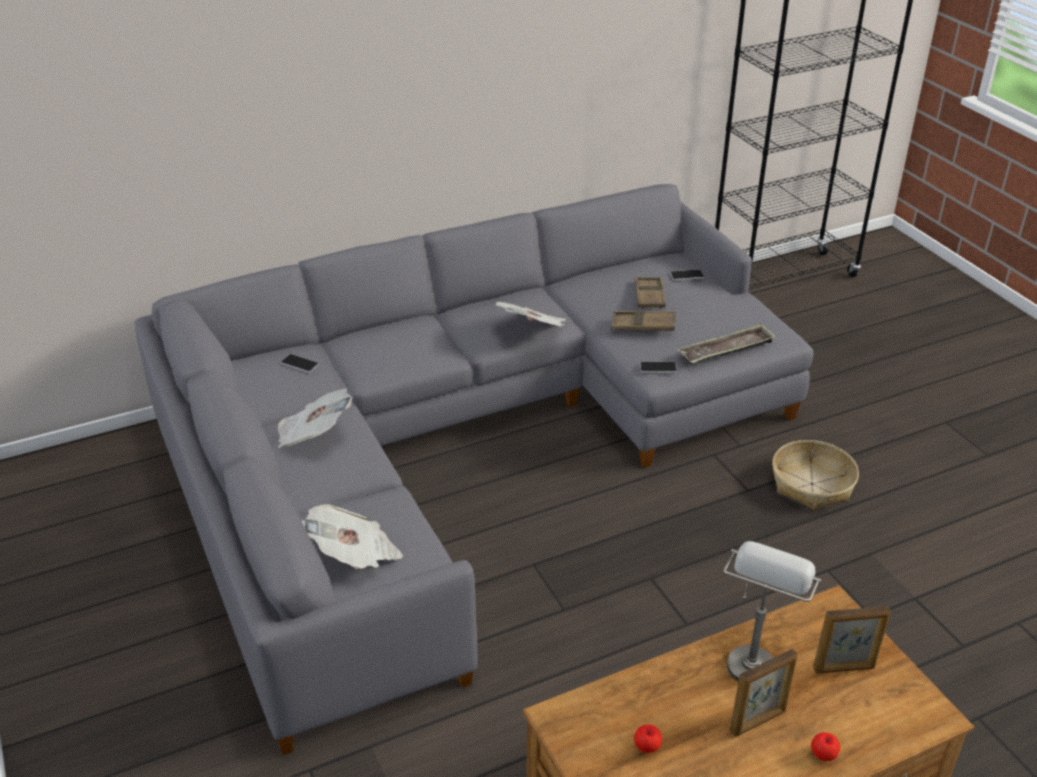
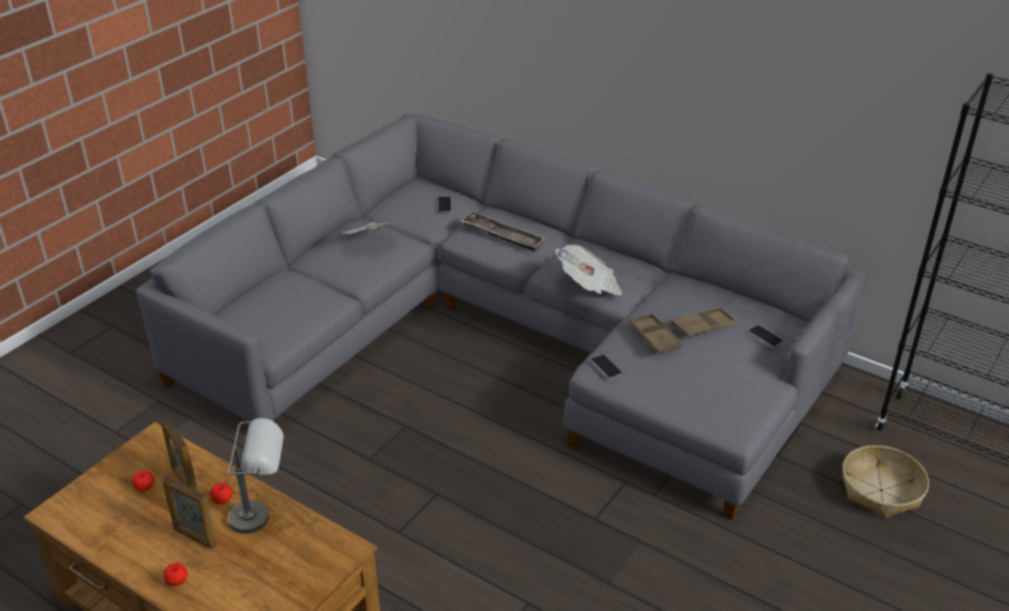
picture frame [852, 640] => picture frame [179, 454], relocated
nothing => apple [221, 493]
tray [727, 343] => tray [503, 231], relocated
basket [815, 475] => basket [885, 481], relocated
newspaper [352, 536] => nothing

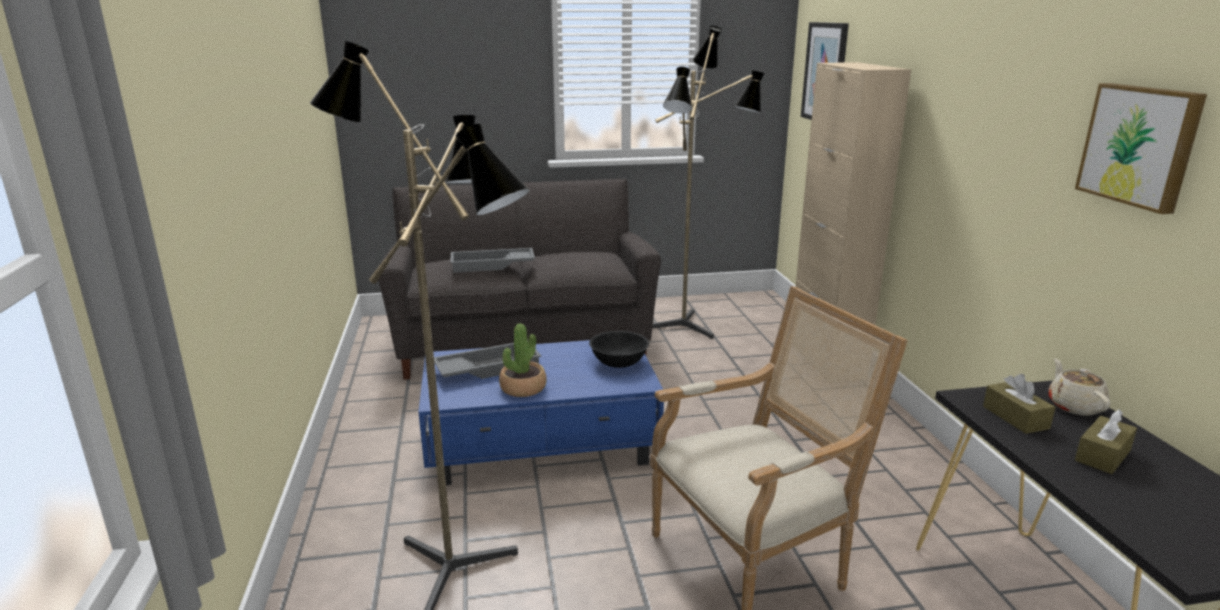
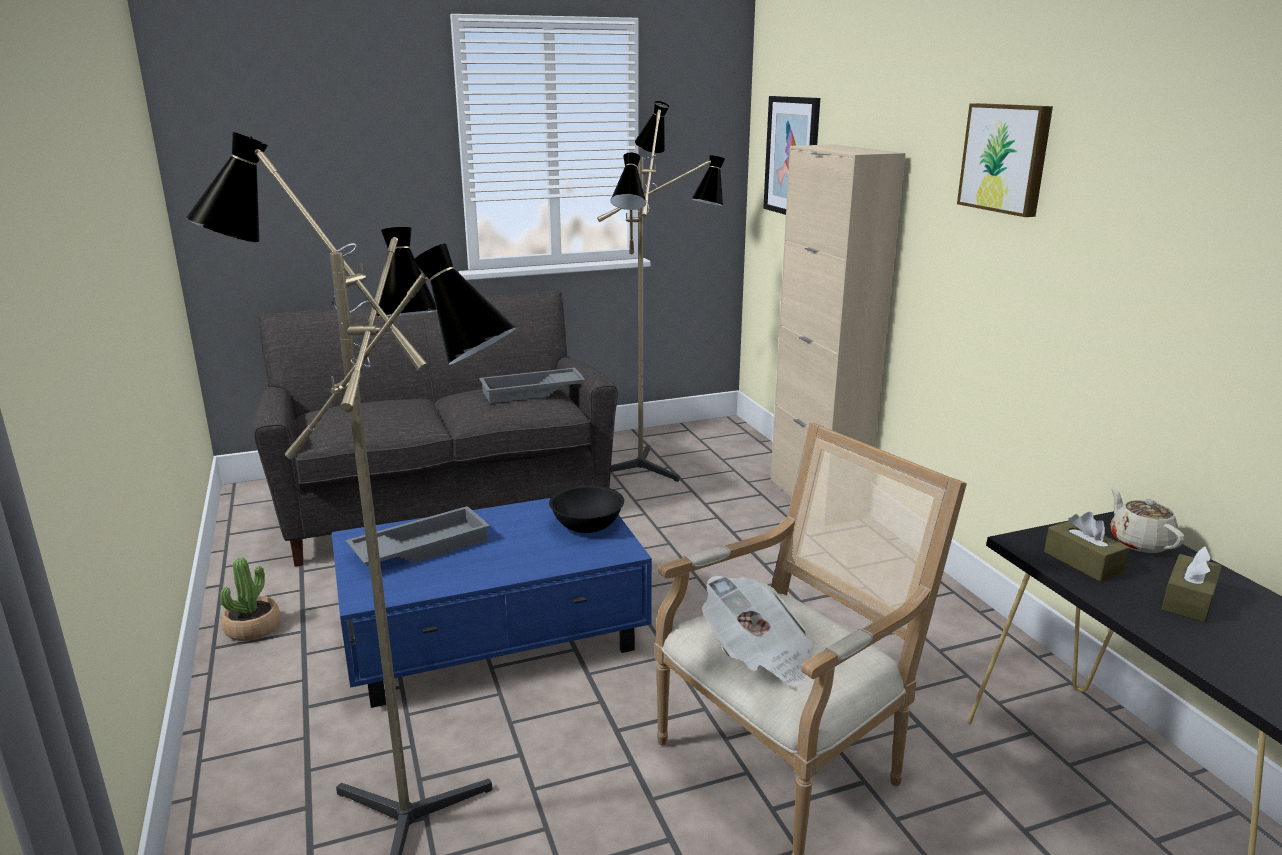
potted plant [523, 360] => potted plant [250, 599], relocated
grey tray [492, 260] => grey tray [532, 385], relocated
nothing => newspaper [758, 631]
picture [1141, 148] => picture [1005, 160], relocated

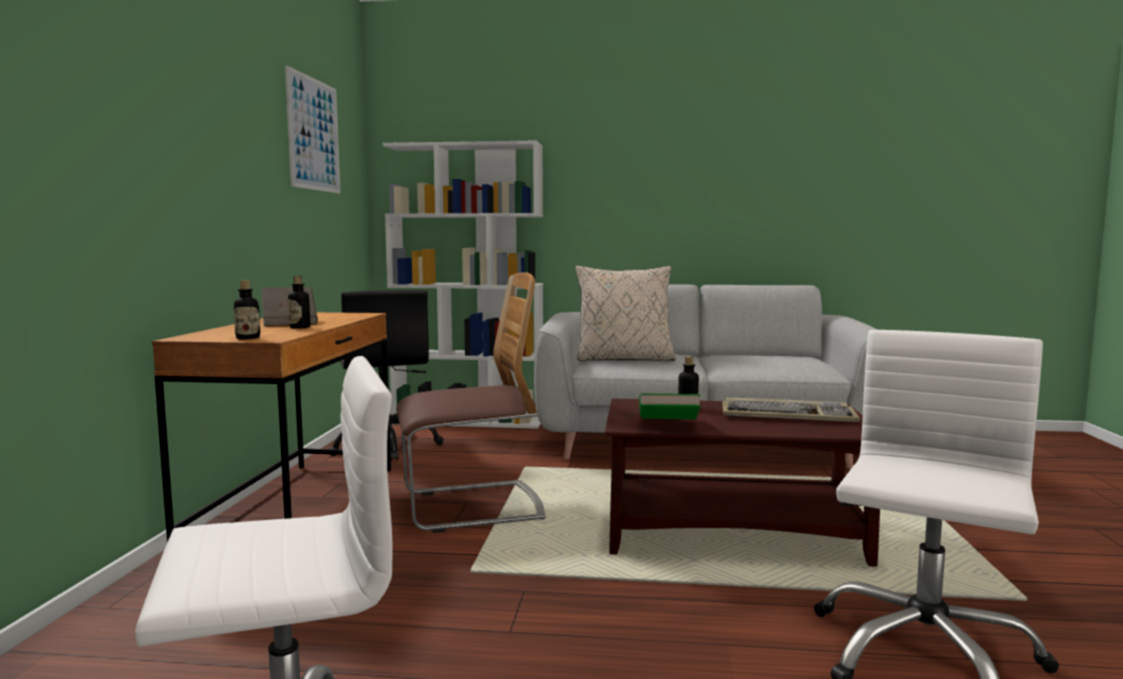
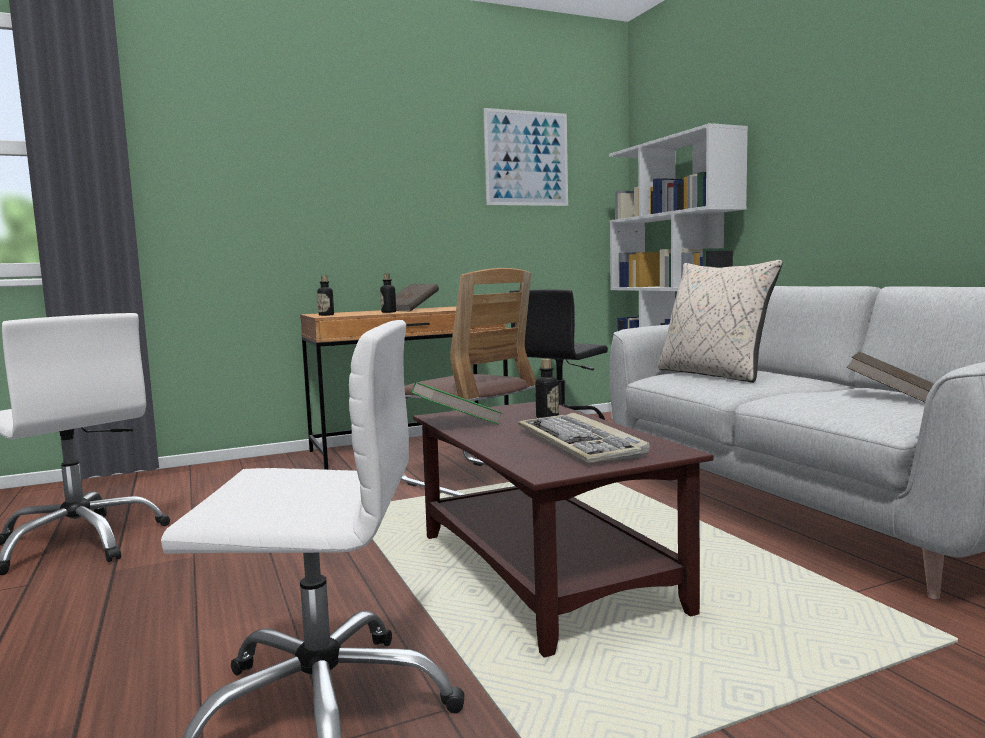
nothing => brown book [890, 376]

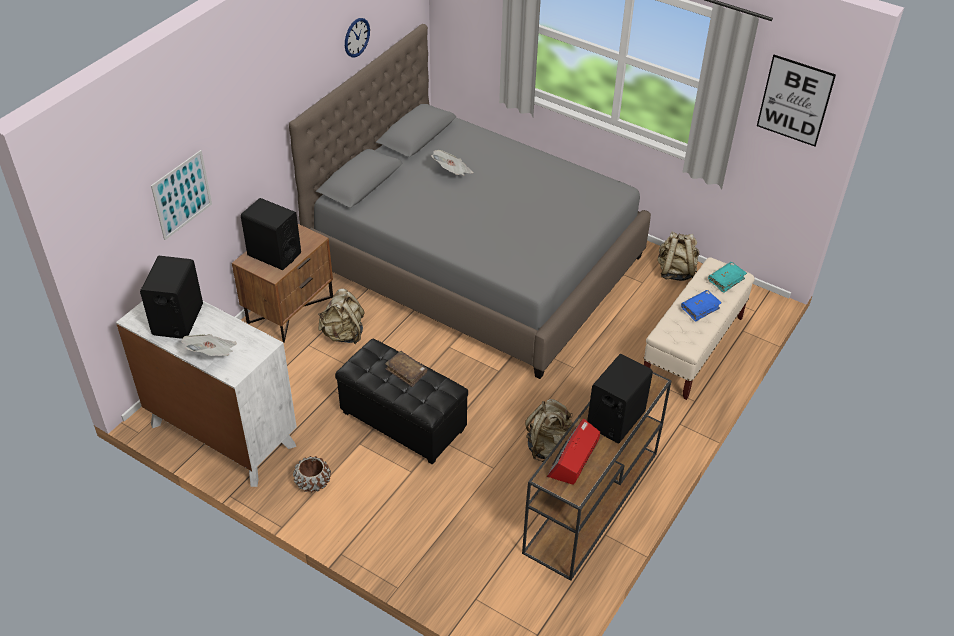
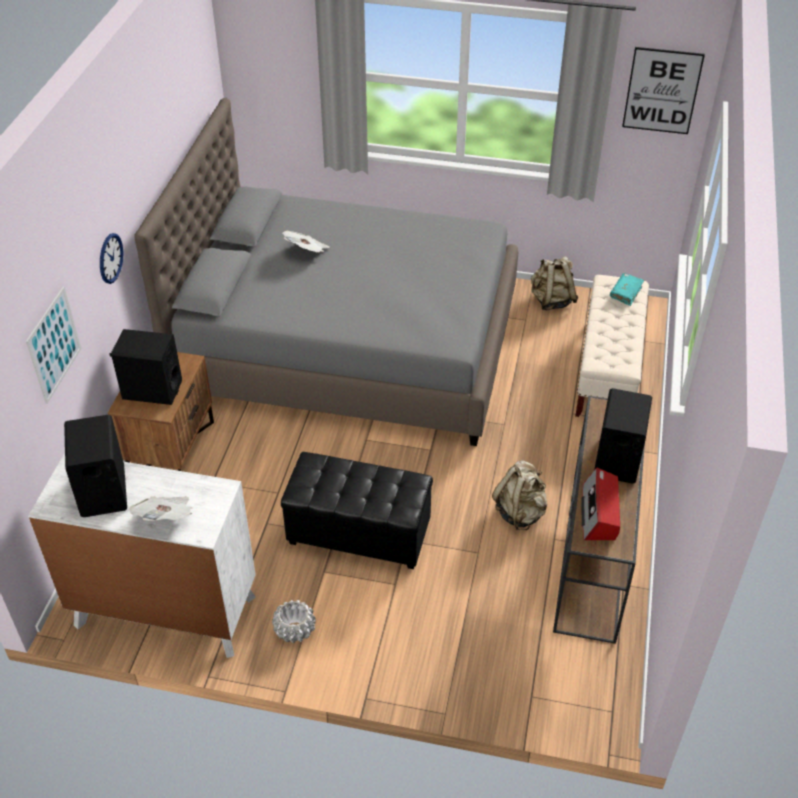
wall clock [357, 37] => wall clock [111, 258], relocated
brown planter [312, 474] => white planter [294, 621]
beige backpack [341, 316] => nothing
brown book [406, 369] => nothing
blue book [701, 306] => nothing

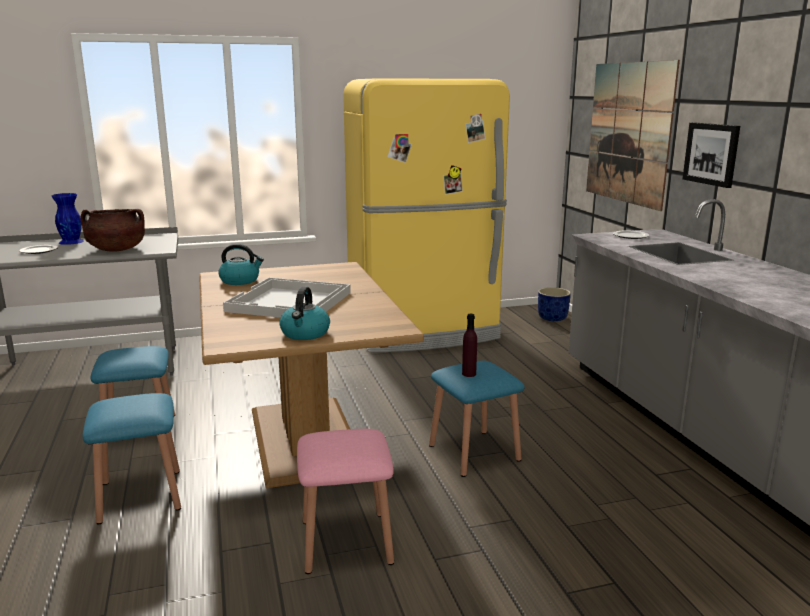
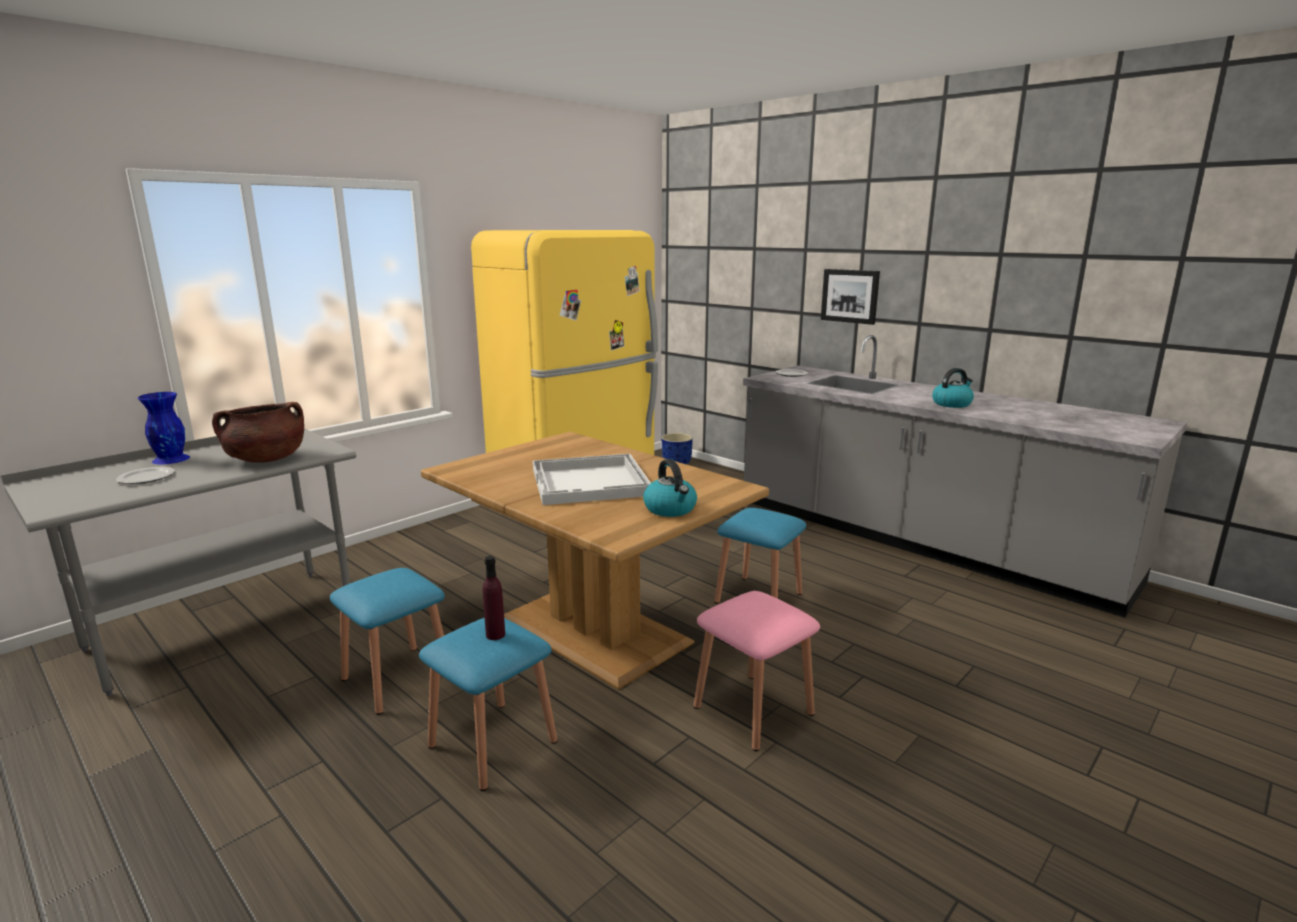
purple bottle [469, 345] => purple bottle [494, 598], relocated
kettle [241, 264] => kettle [953, 388], relocated
picture [633, 135] => nothing

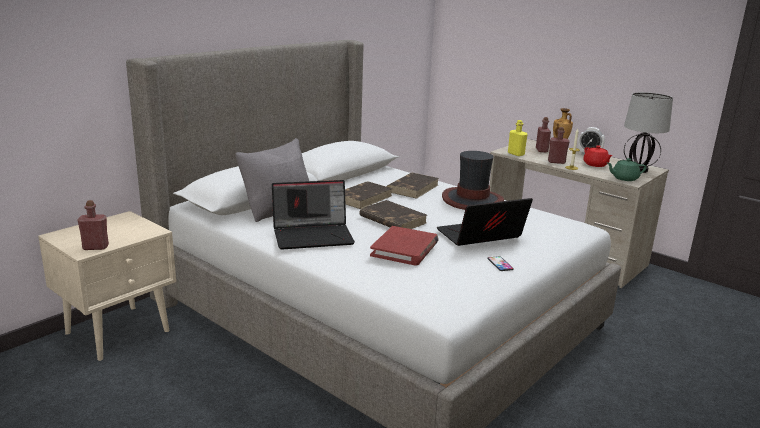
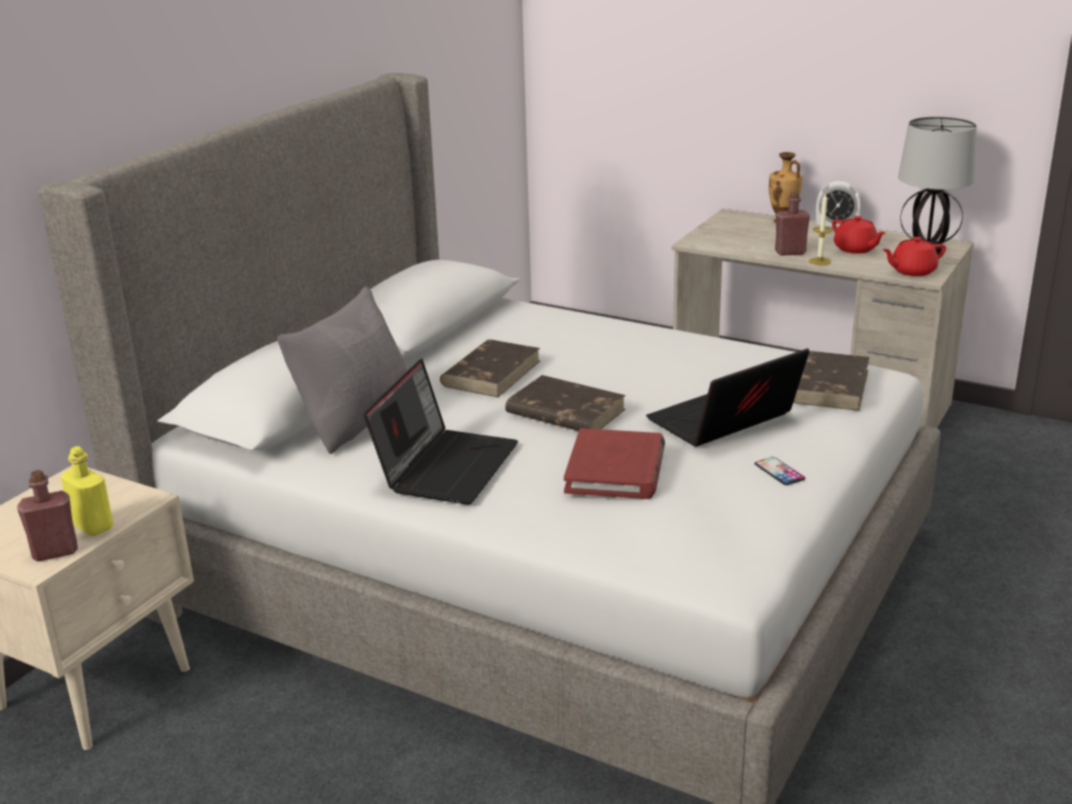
yellow bottle [518, 138] => yellow bottle [87, 491], relocated
laptop [313, 215] => laptop [440, 432], 45 degrees counterclockwise
brown book [412, 186] => brown book [831, 381], relocated
green teapot [627, 169] => red teapot [914, 256]
hat [473, 180] => nothing
red bottle [543, 134] => nothing

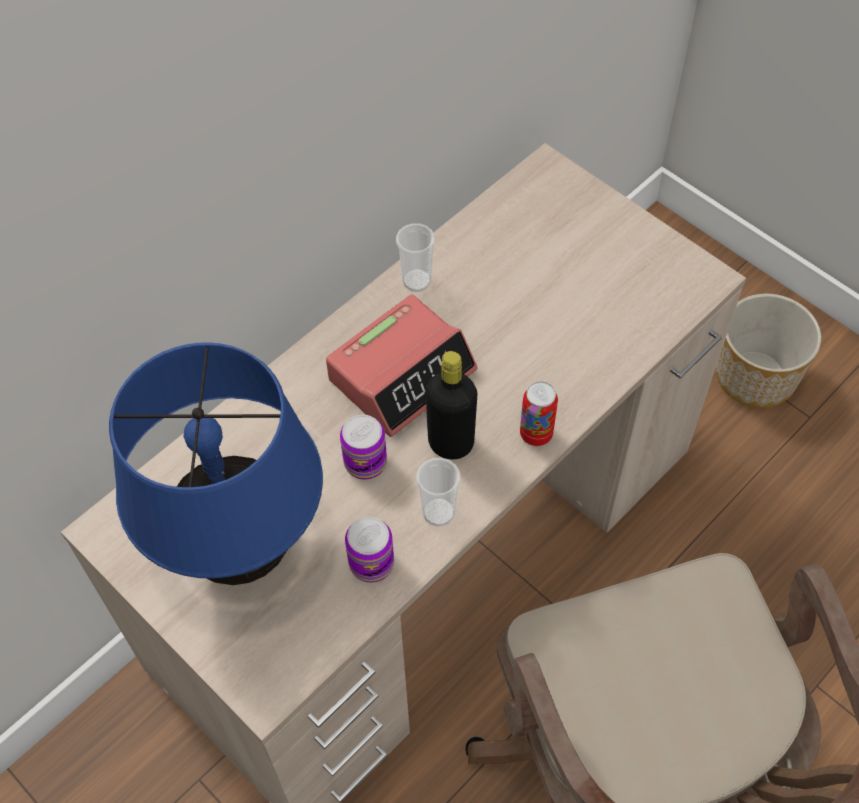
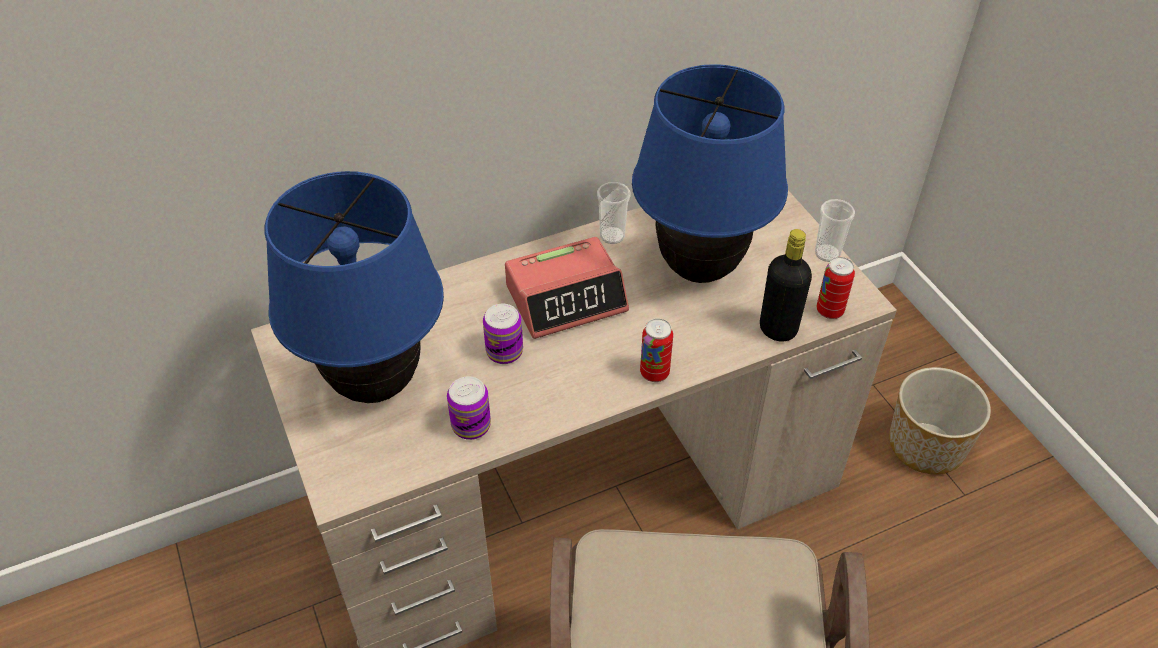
nothing => blue table lamp [710, 173]
black bottle [451, 405] => black bottle [786, 285], relocated
cup [438, 492] => cup [835, 230], relocated
nothing => can [836, 288]

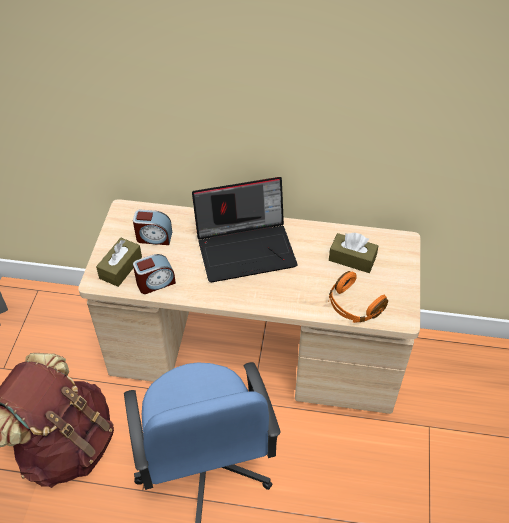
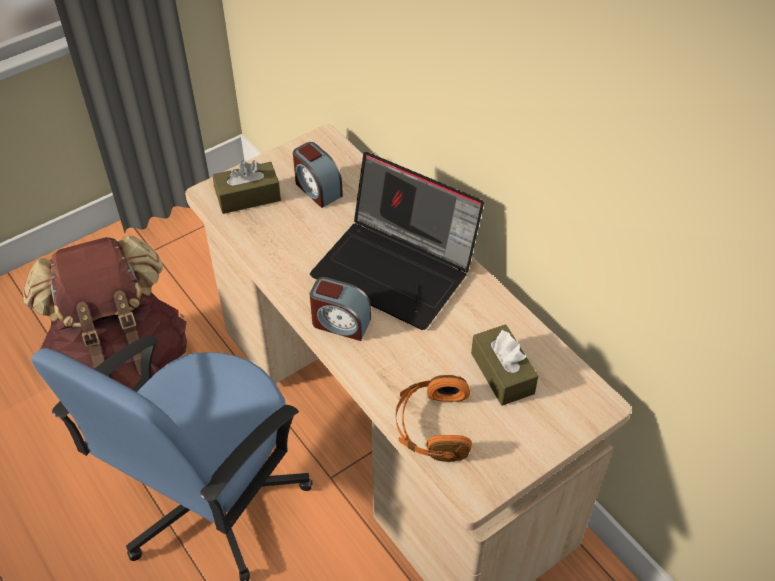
alarm clock [154, 274] => alarm clock [340, 309], relocated

